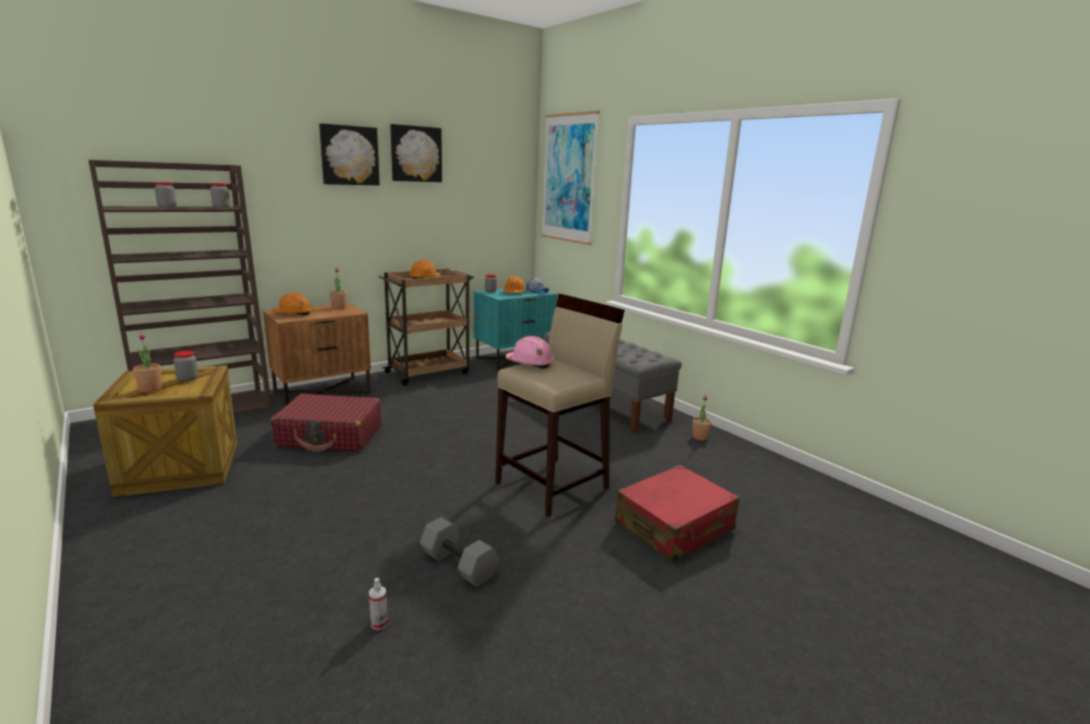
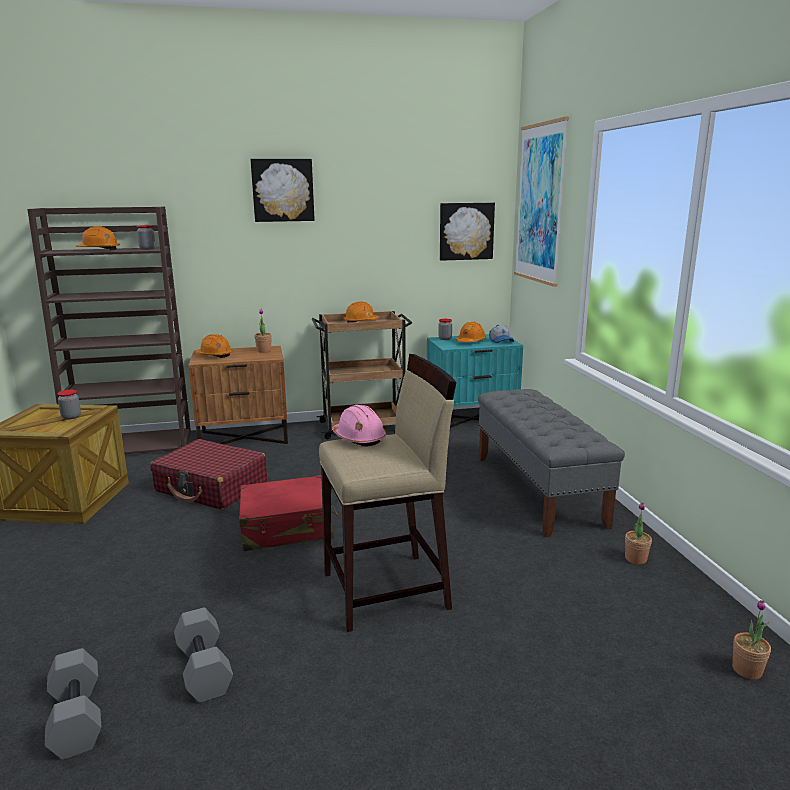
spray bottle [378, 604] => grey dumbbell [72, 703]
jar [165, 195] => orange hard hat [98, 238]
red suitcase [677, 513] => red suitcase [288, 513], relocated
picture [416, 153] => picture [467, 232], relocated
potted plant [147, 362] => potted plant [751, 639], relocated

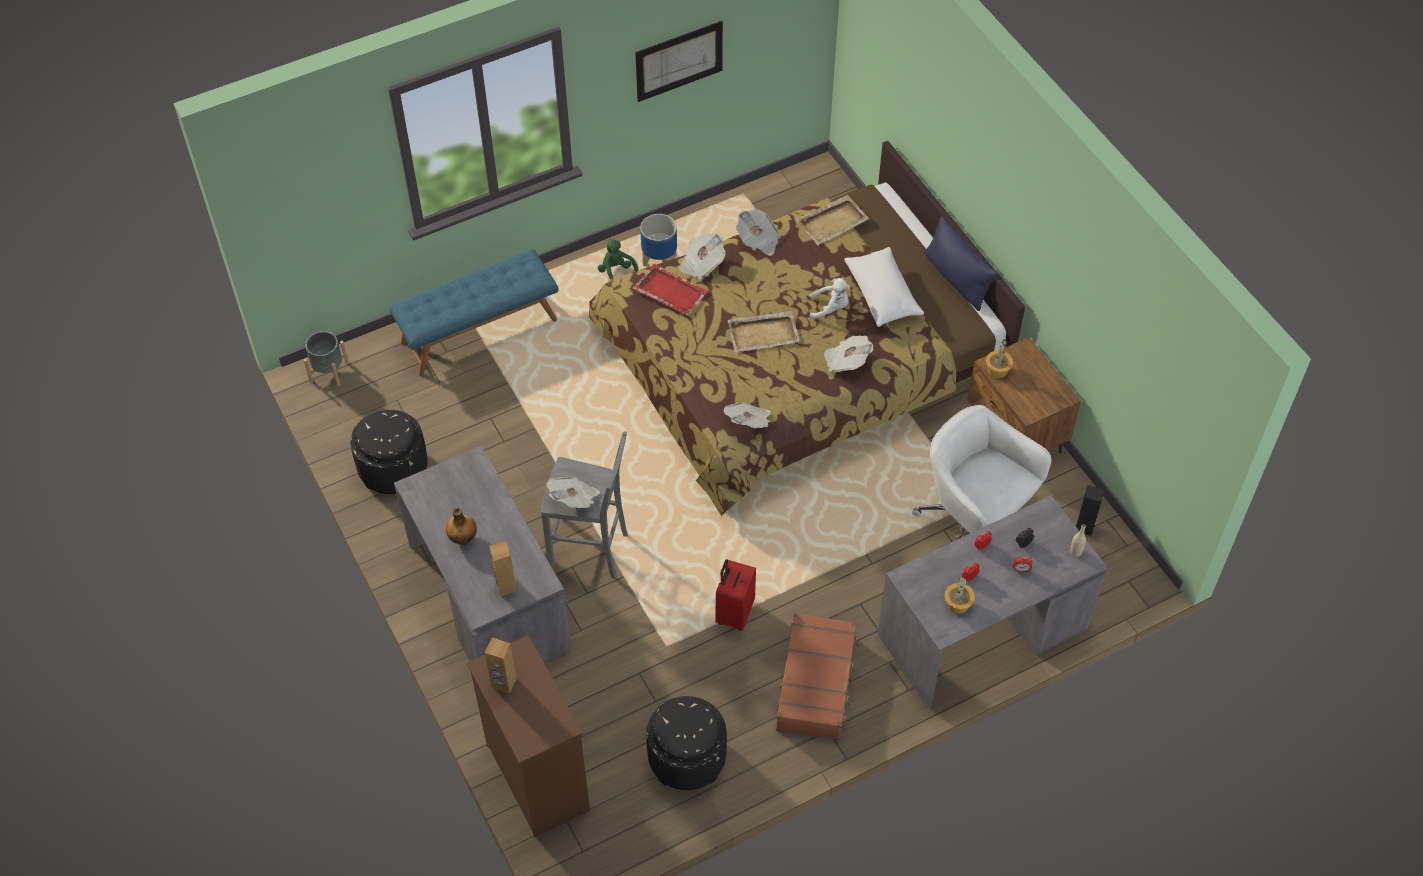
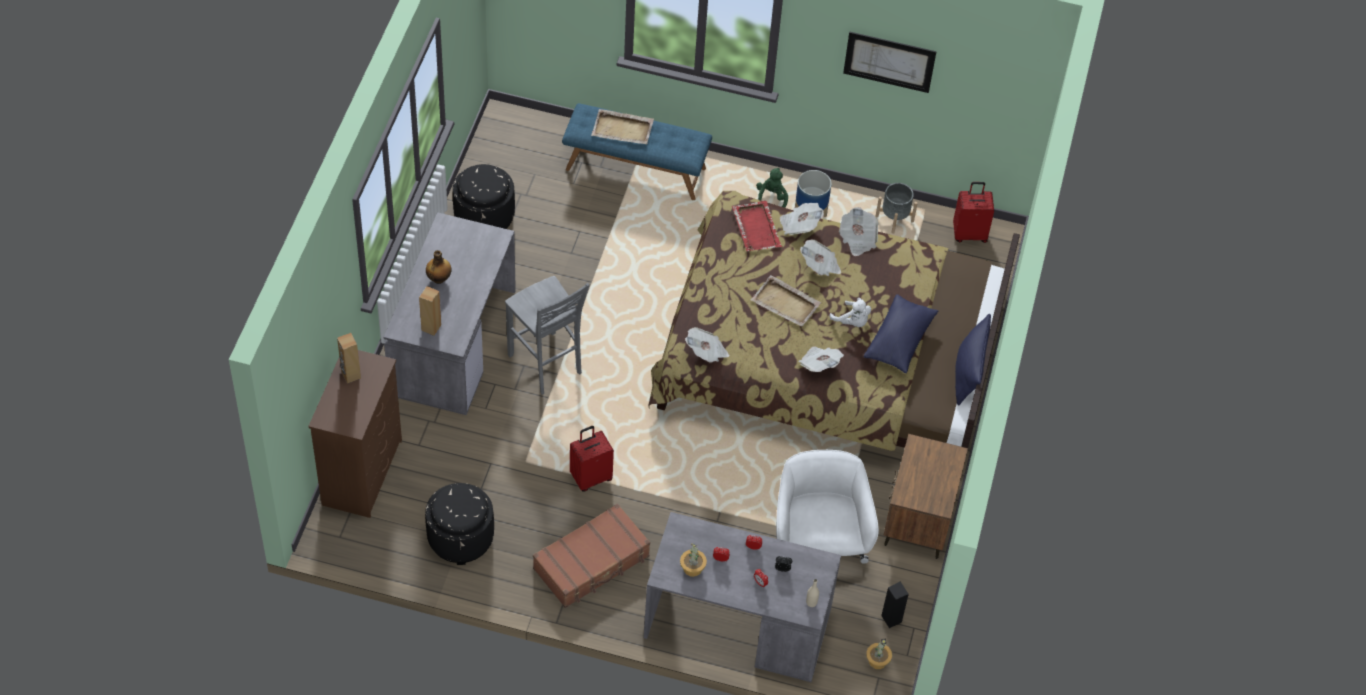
beige tray [832, 220] => beige tray [622, 126], relocated
newspaper [573, 492] => newspaper [820, 258], relocated
white pillow [884, 287] => blue pillow [901, 333]
potted plant [999, 358] => potted plant [879, 653], relocated
grey planter [326, 359] => grey planter [897, 208], relocated
nothing => red suitcase [973, 212]

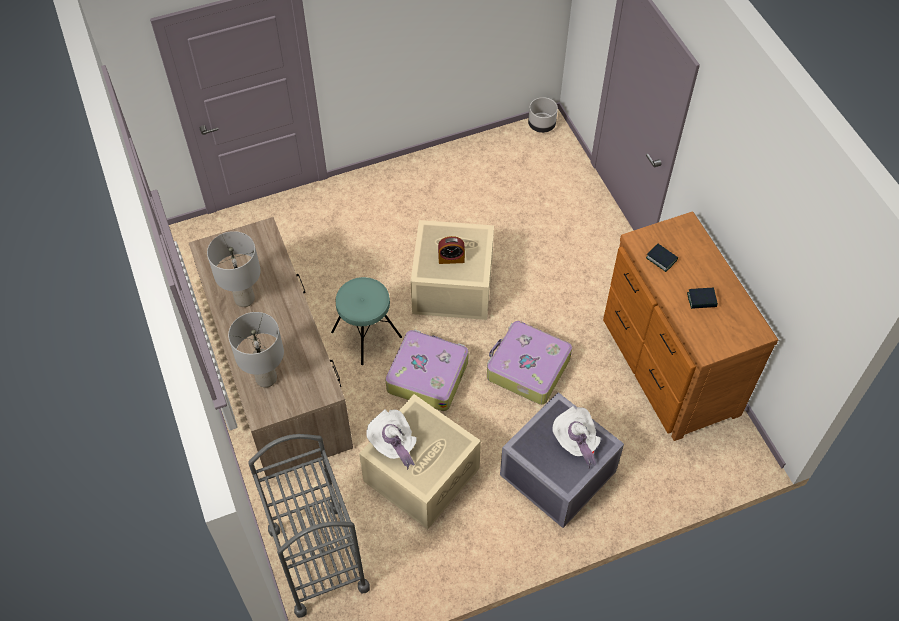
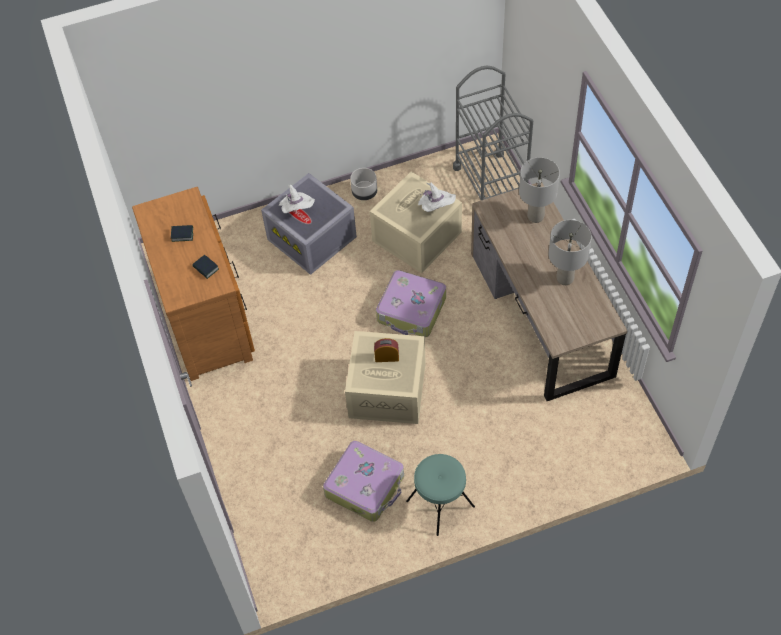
suitcase [529, 363] => suitcase [363, 481], relocated
grey planter [543, 115] => grey planter [363, 184], relocated
turquoise stool [366, 321] => turquoise stool [440, 495], relocated

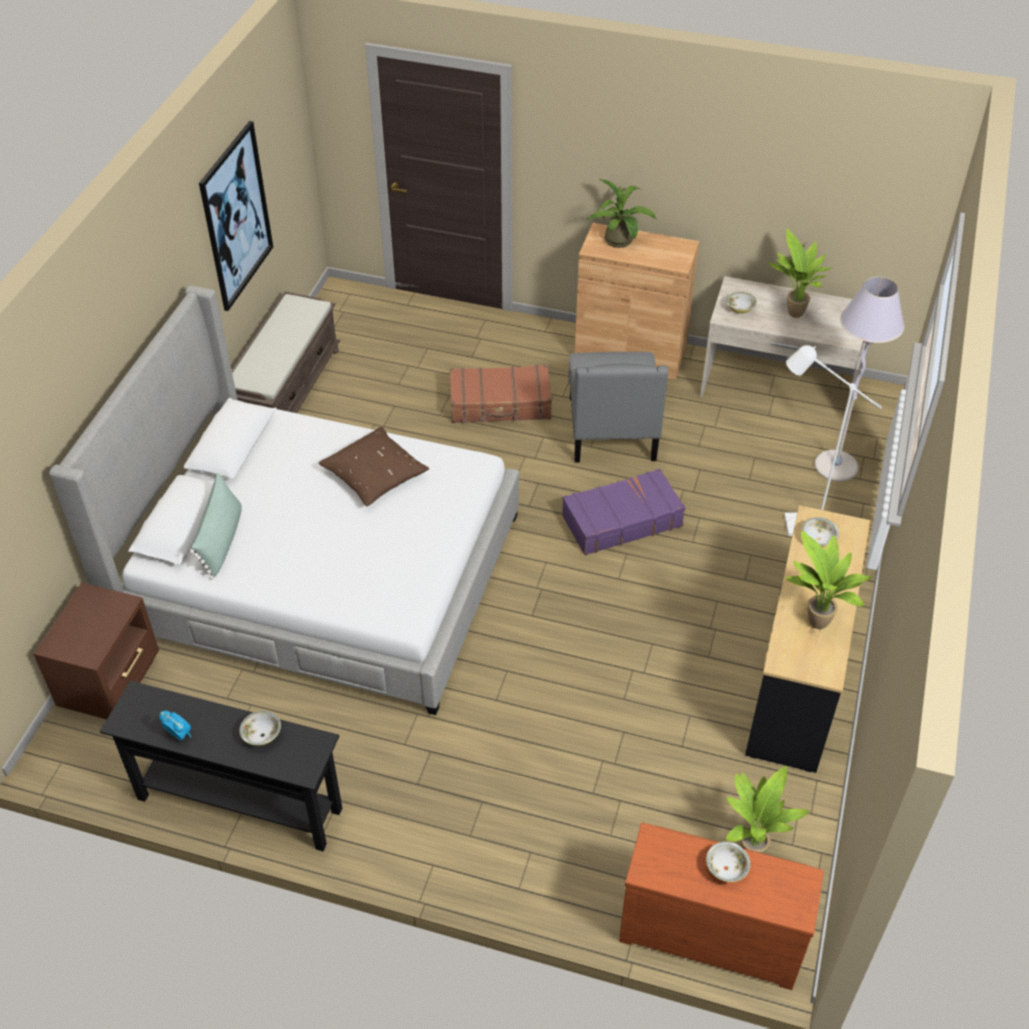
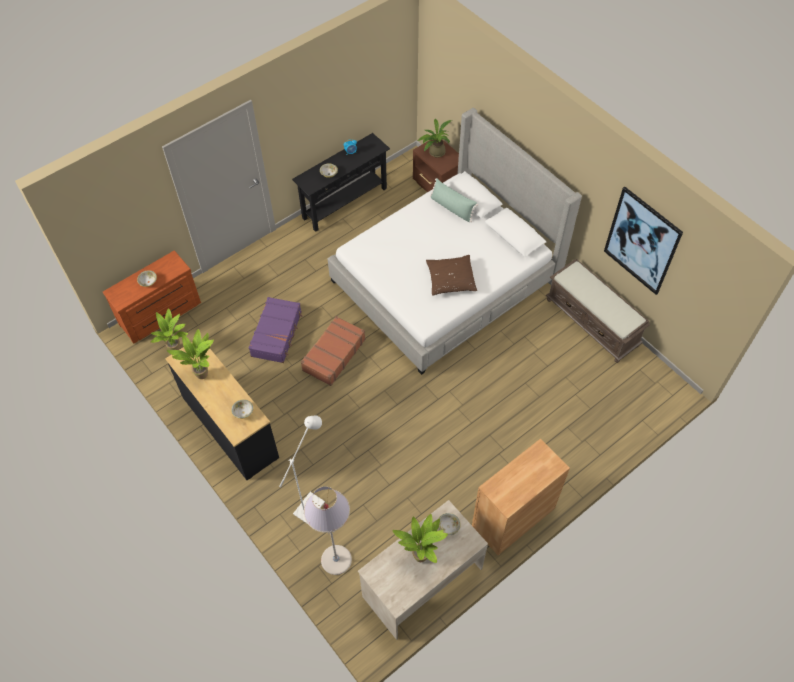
purple suitcase [623, 512] => purple suitcase [275, 330], relocated
brown suitcase [501, 394] => brown suitcase [333, 351], relocated
potted plant [621, 213] => potted plant [434, 138], relocated
grey armchair [618, 407] => nothing

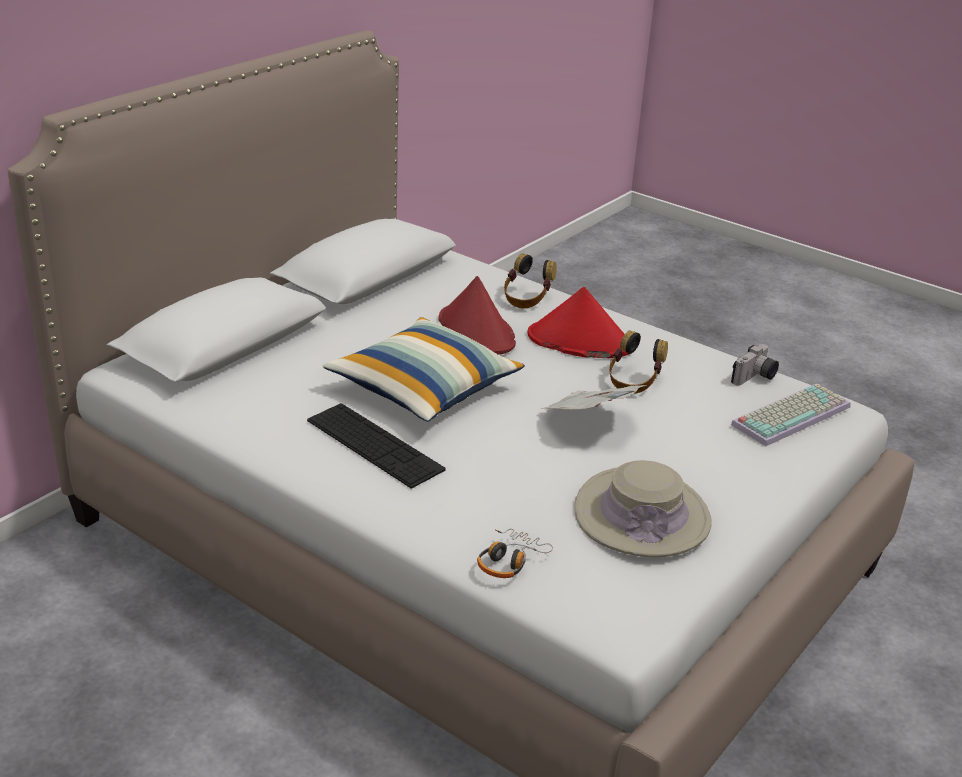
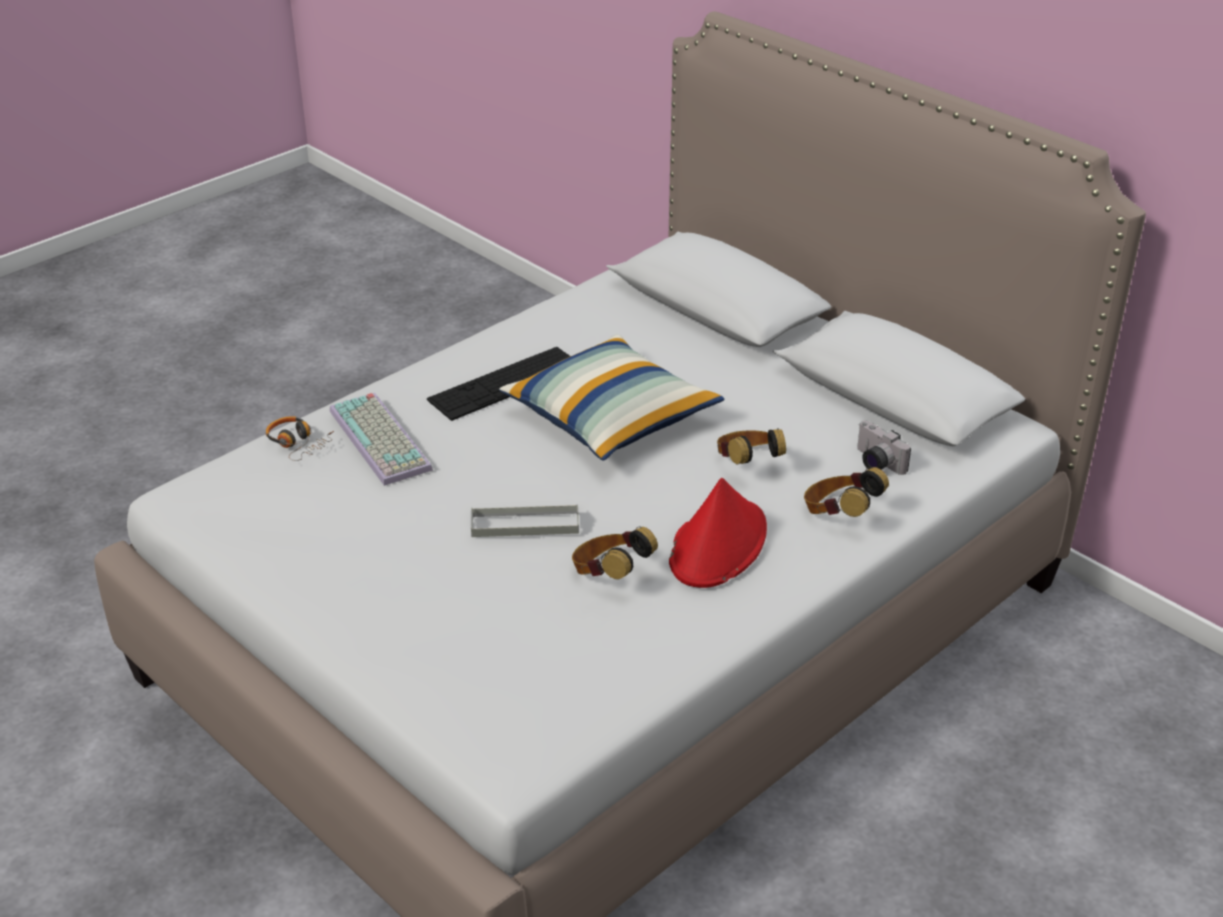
keyboard [790, 415] => keyboard [381, 439], relocated
newspaper [594, 397] => grey tray [525, 520]
red hat [477, 315] => headphones [751, 446]
photo camera [755, 365] => photo camera [884, 448], relocated
beige hat [643, 508] => nothing

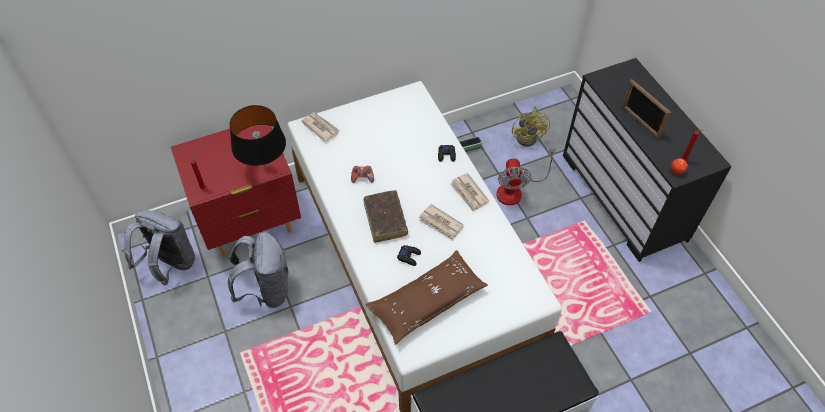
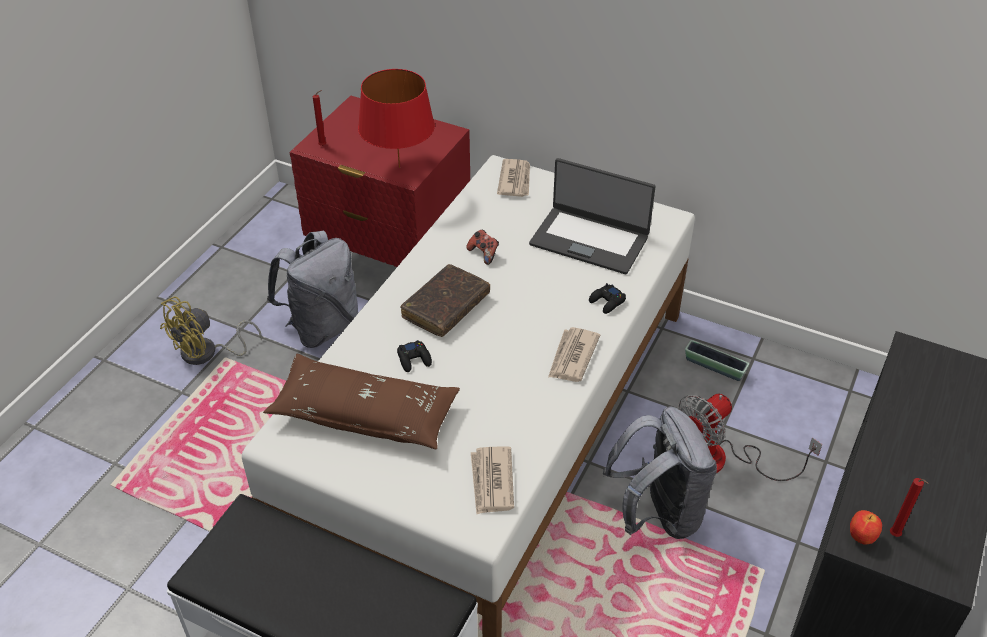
yellow fan [531, 126] => yellow fan [211, 330], relocated
black table lamp [258, 136] => red table lamp [396, 118]
newspaper [441, 222] => newspaper [492, 480], relocated
nothing => laptop [592, 216]
grey backpack [159, 247] => grey backpack [660, 472], relocated
picture frame [646, 109] => nothing

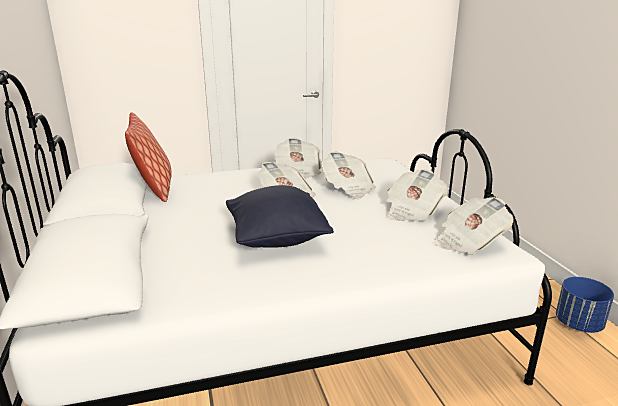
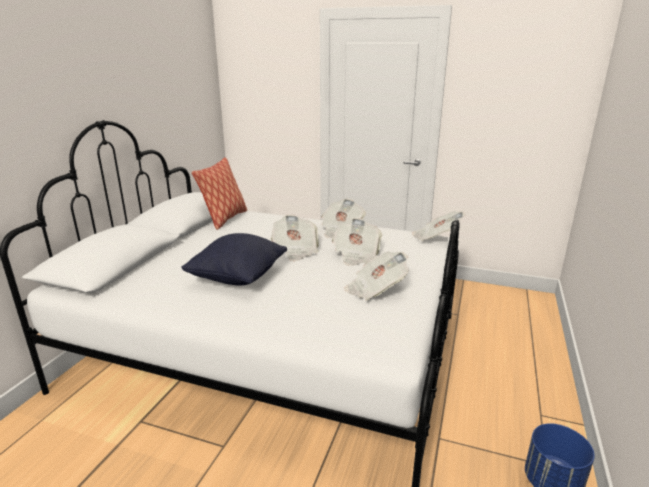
newspaper [473, 226] => newspaper [438, 226], relocated

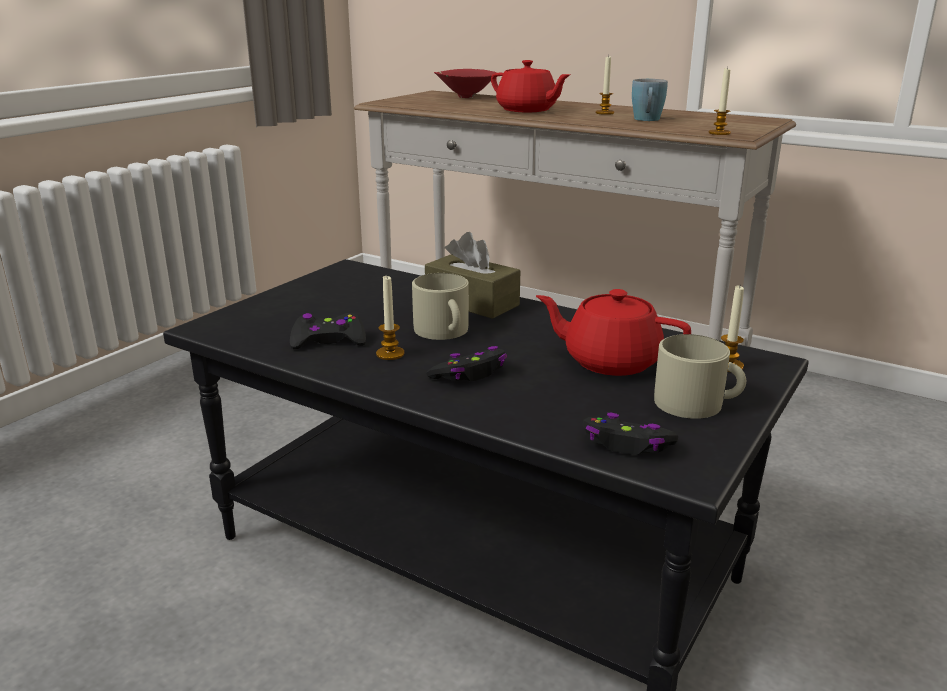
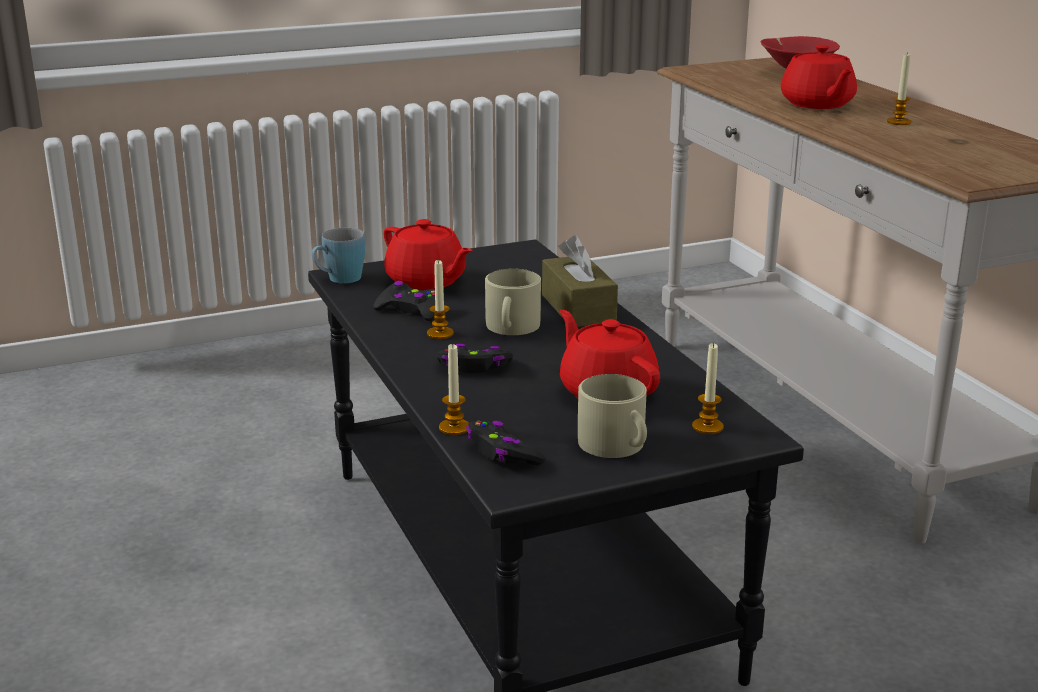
blue mug [650, 100] => blue mug [338, 256], relocated
nothing => red teapot [428, 254]
candle [719, 101] => candle [454, 389], relocated

